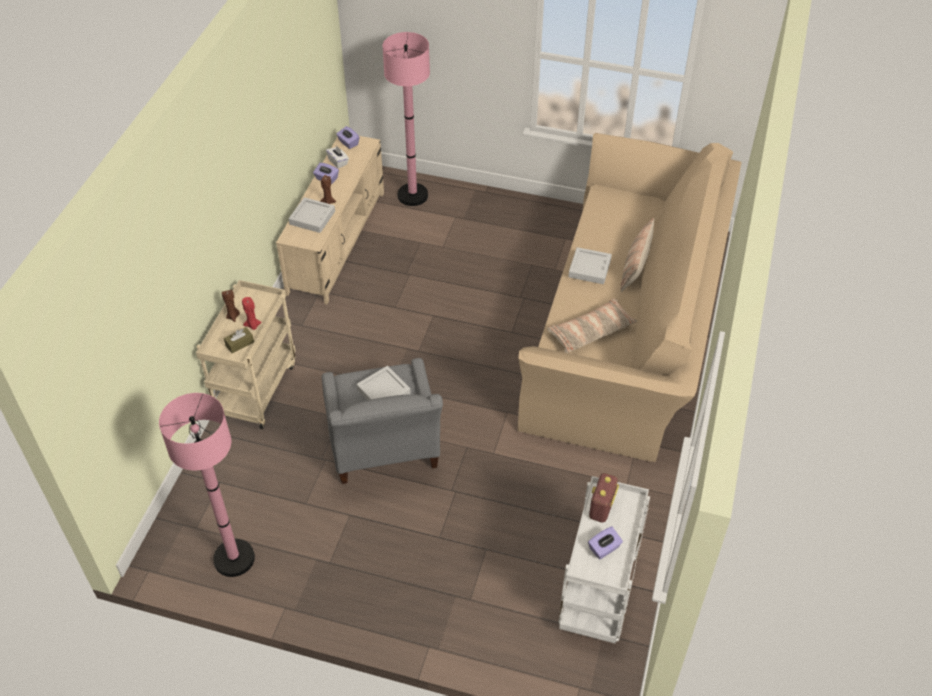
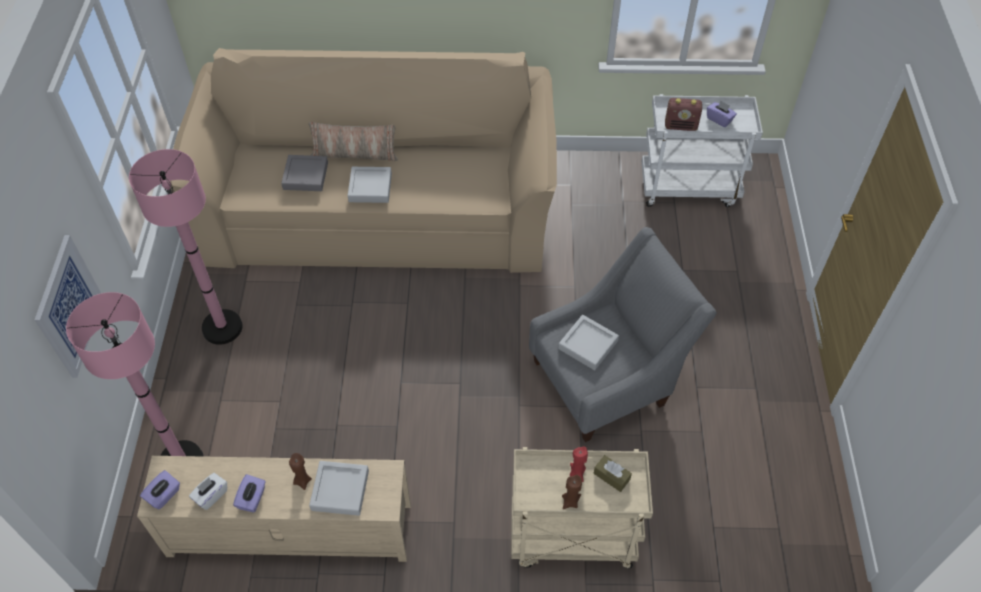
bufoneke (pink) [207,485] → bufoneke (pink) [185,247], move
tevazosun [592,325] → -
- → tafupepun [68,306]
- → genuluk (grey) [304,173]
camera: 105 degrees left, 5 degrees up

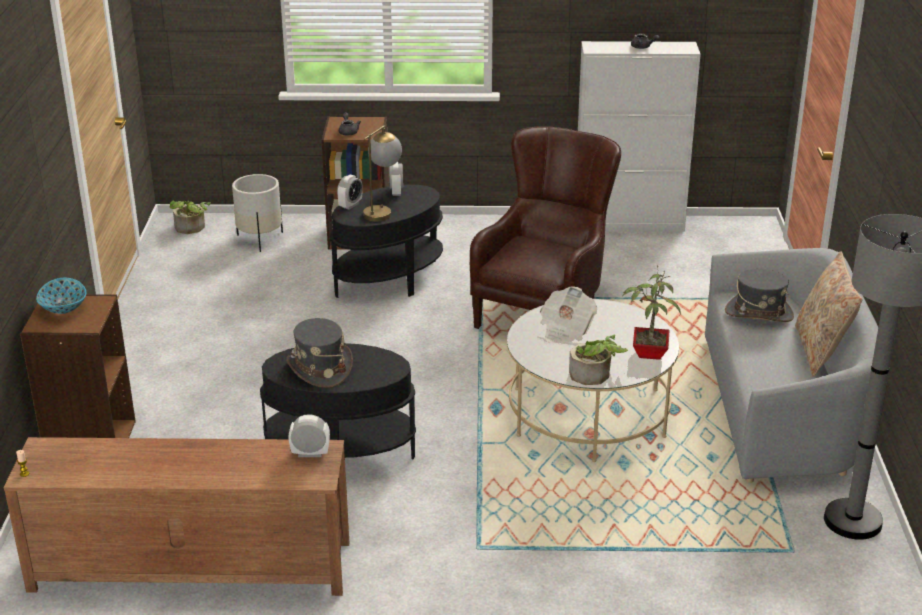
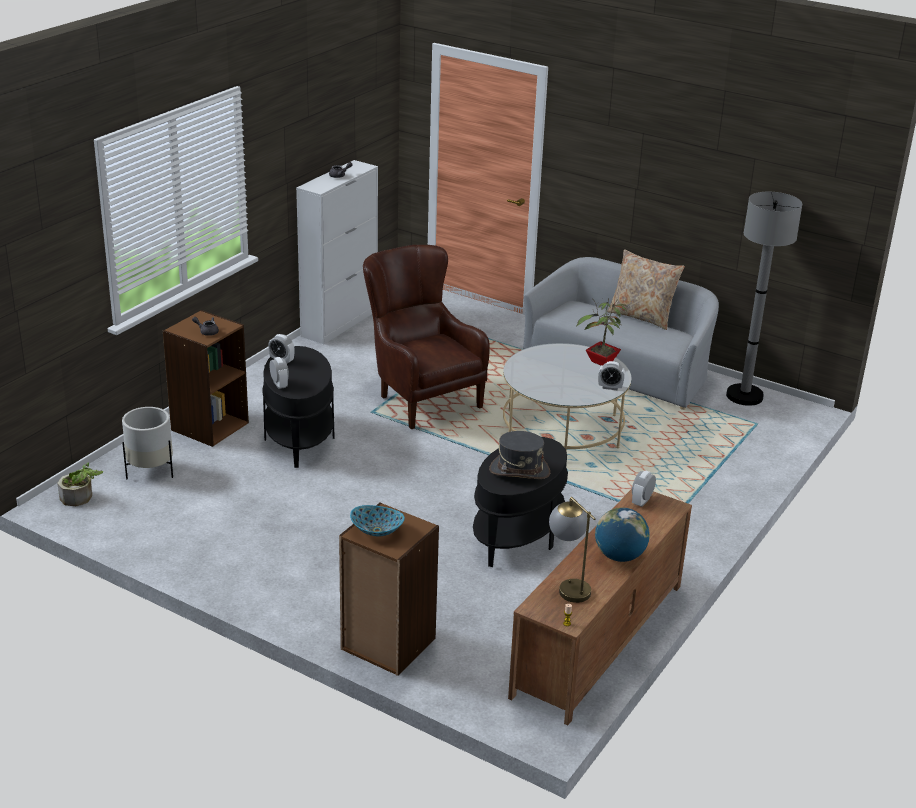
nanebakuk [382,173] → nanebakuk [572,550], move
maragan [568,314] → -
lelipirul [598,359] → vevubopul [611,376]
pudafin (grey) [759,295] → -
- → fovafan [622,534]
camera: 60 degrees left, 0 degrees up

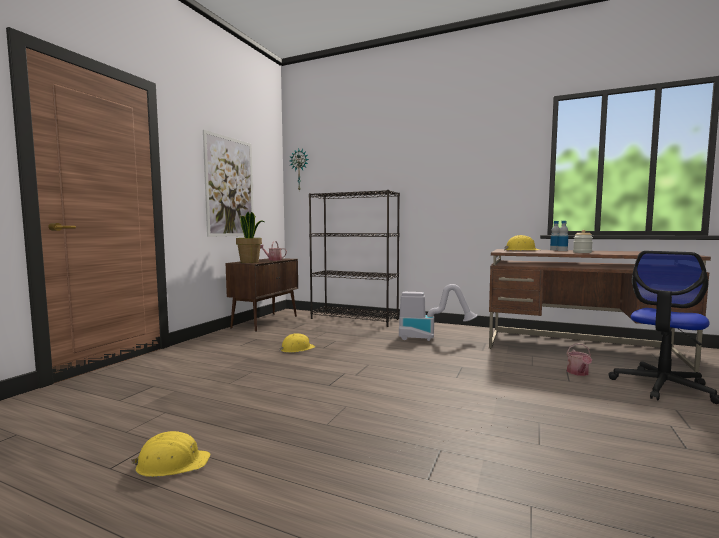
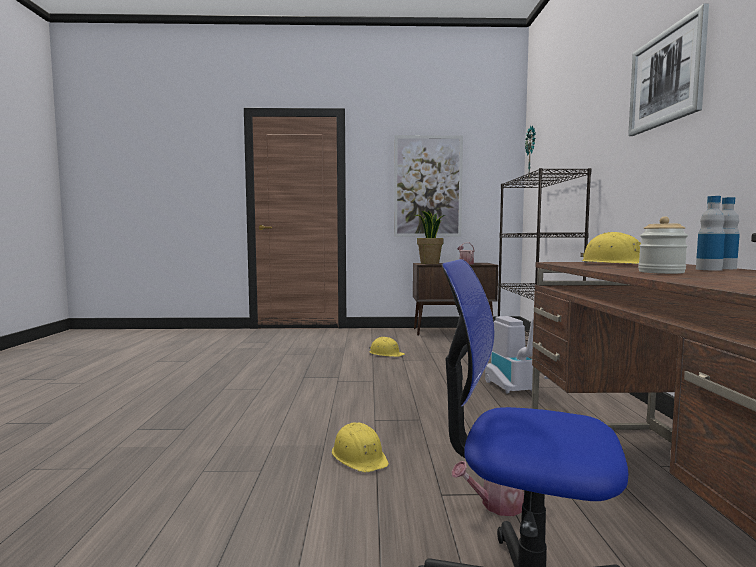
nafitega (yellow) [171,454] → nafitega (yellow) [360,447], move
- → tafupepun [668,70]
camera: 65 degrees right, 0 degrees up

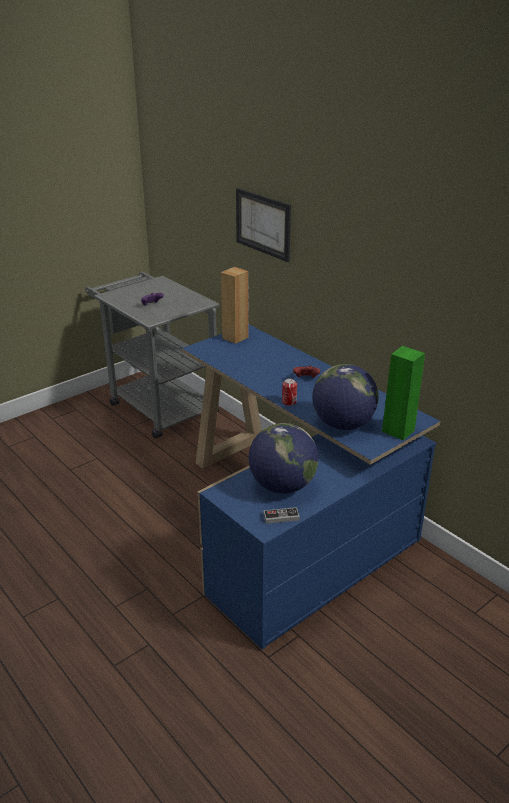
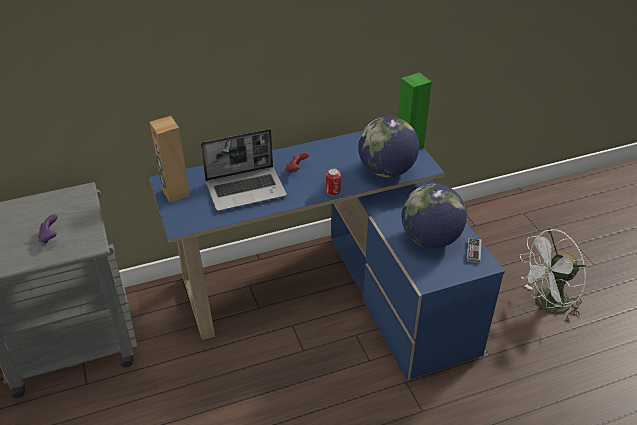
tafupepun [263,225] → -
- → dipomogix [243,170]
- → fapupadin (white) [553,276]
camera: 70 degrees left, 10 degrees up

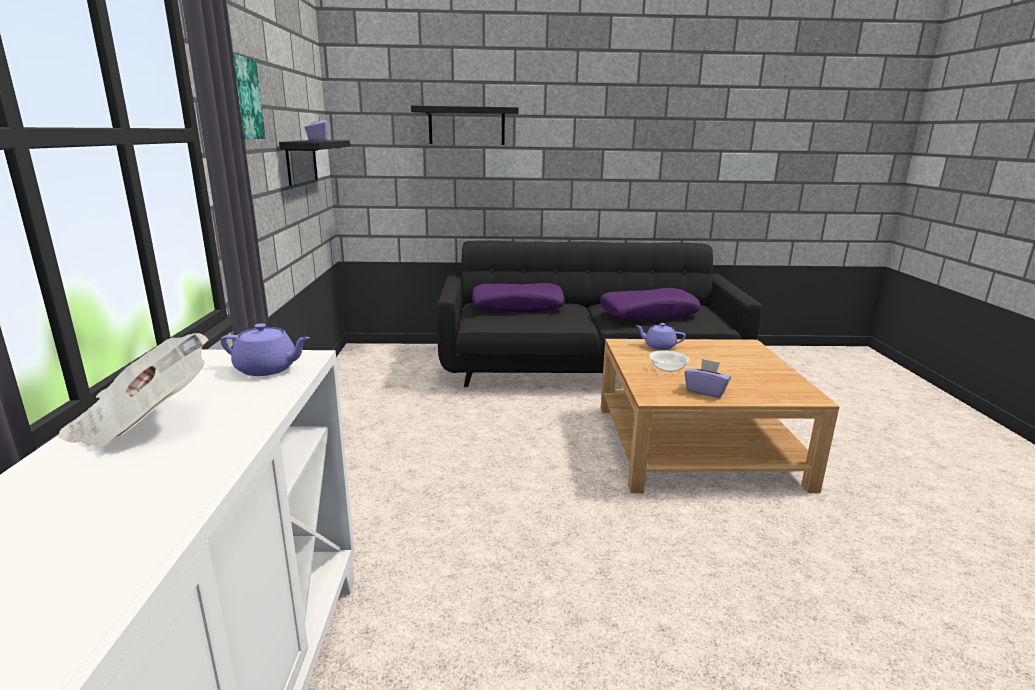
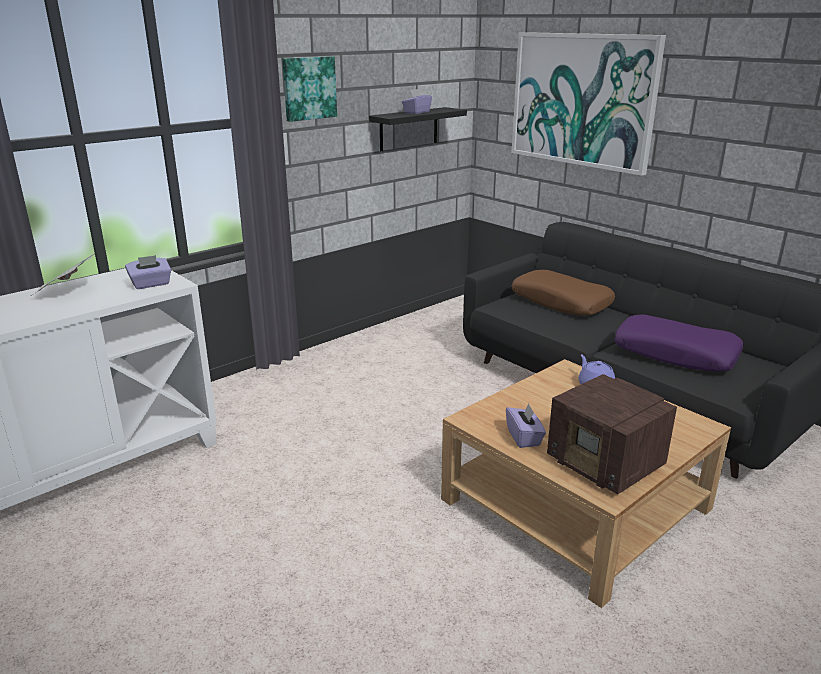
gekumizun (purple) [265,349] → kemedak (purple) [148,272]
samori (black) [465,125] → tafupepun [588,104]
tevazosun (purple) [518,297] → tevazosun (brown) [563,292]
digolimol [669,361] → -
- → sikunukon [612,434]
camera: 50 degrees right, 5 degrees up

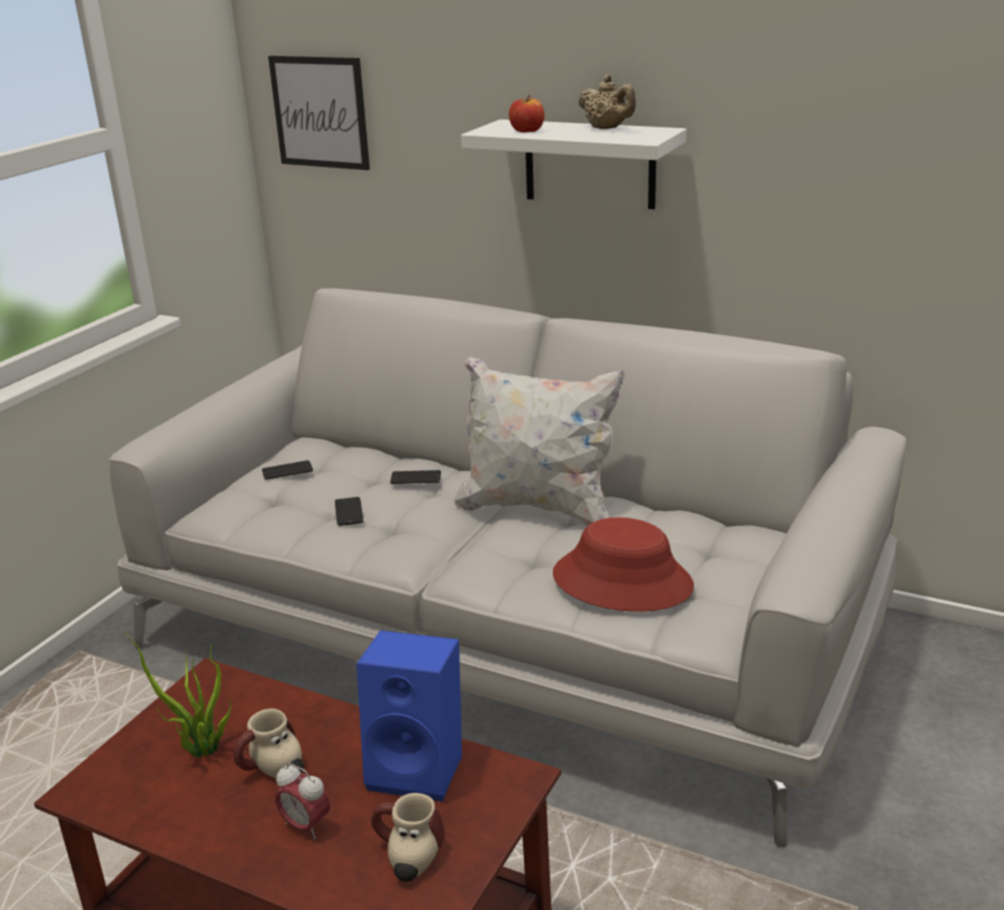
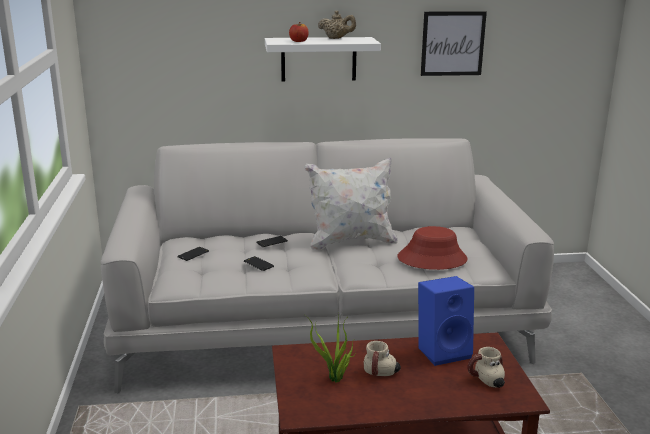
tafupepun [319,113] → tafupepun [454,43], move
vevubopul [302,801] → -
camera: 35 degrees left, 5 degrees down

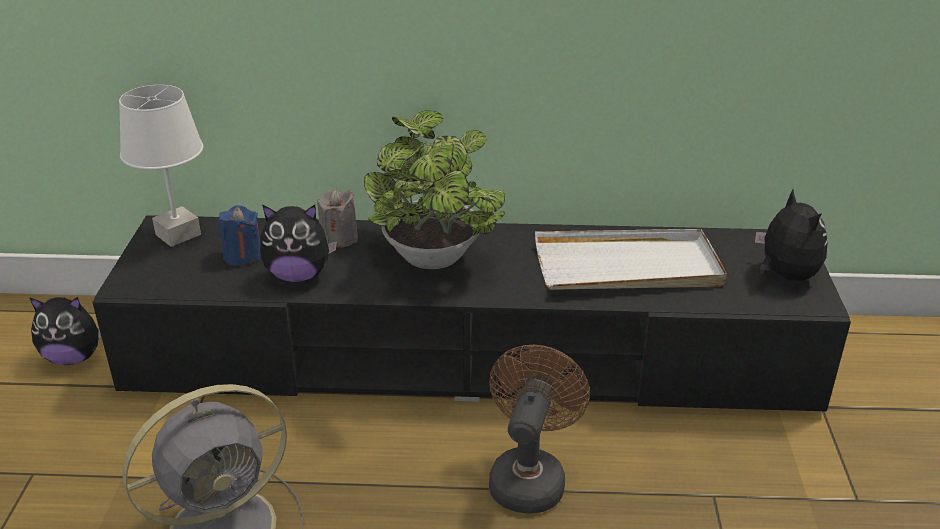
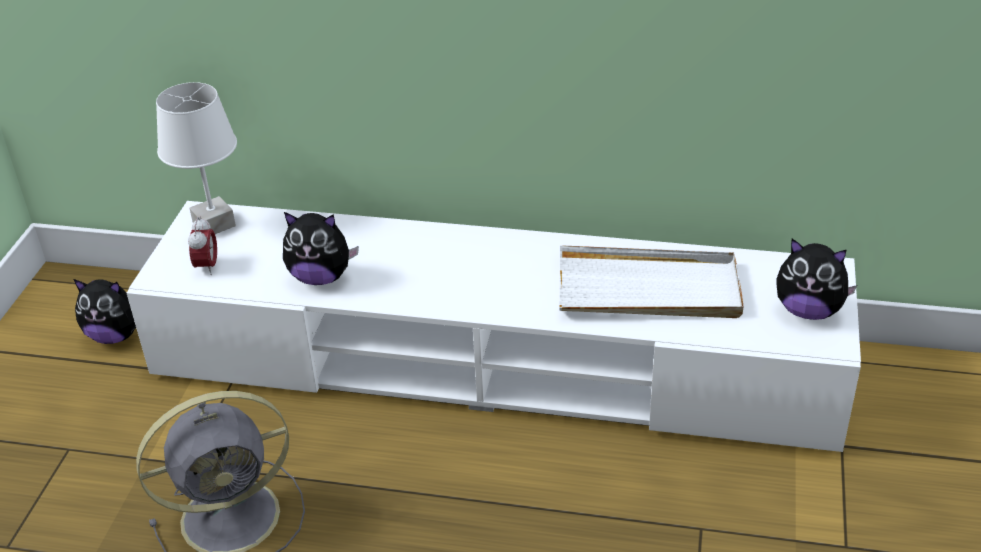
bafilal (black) [471,313] → bafilal (white) [494,326]
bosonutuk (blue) [239,235] → -
bosonutuk (grey) [337,218] → -
lelipirul [434,190] → -
fapupadin (brown) [539,429] → -
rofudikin [791,235] → rofudikin [816,279], 120 degrees clockwise
- → vevubopul [202,246]
camera: 10 degrees right, 5 degrees up

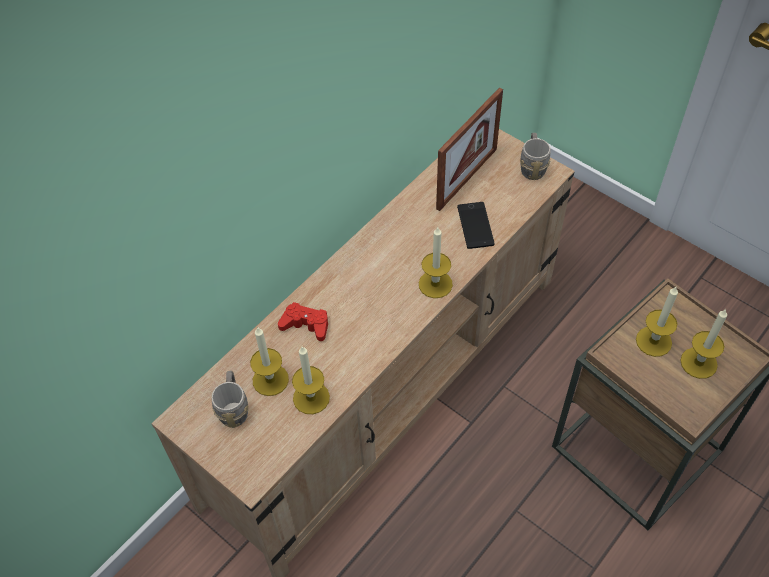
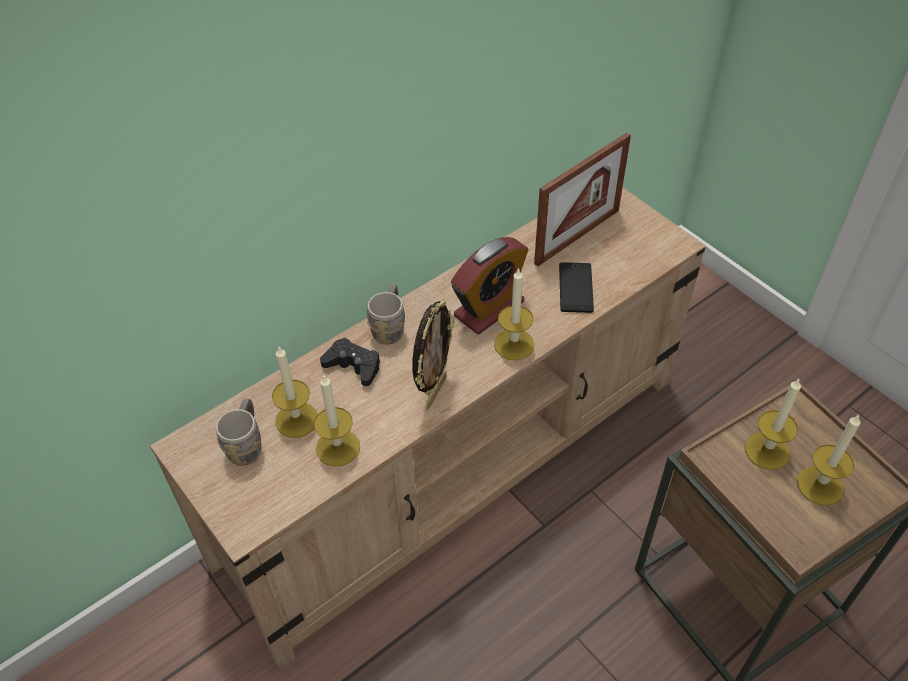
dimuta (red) [303,321] → dimuta (black) [350,362]
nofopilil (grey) [535,156] → nofopilil (grey) [385,315], move
- → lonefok [433,355]
- → vevubopul [489,285]
camera: 10 degrees right, 5 degrees down

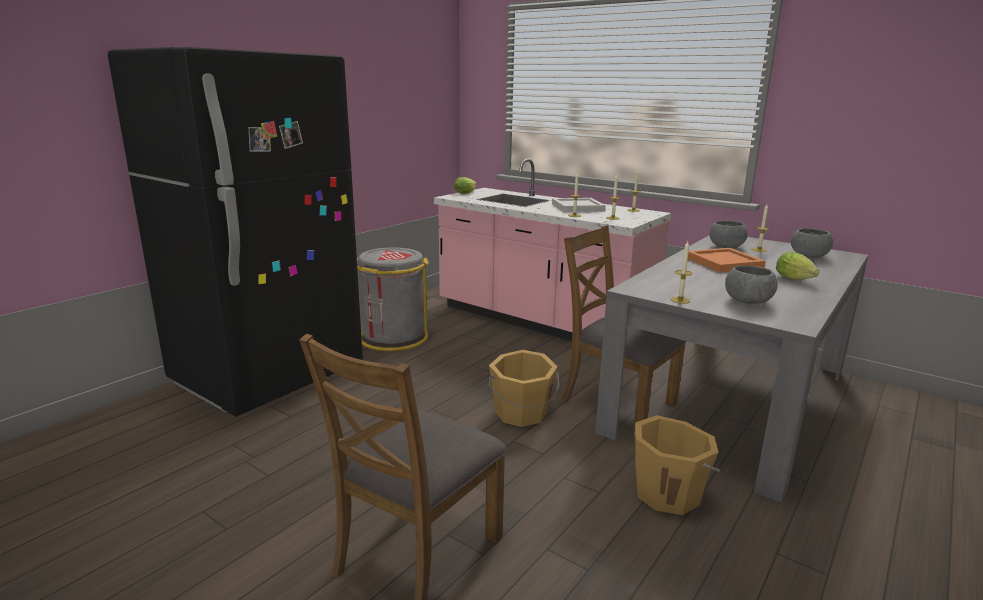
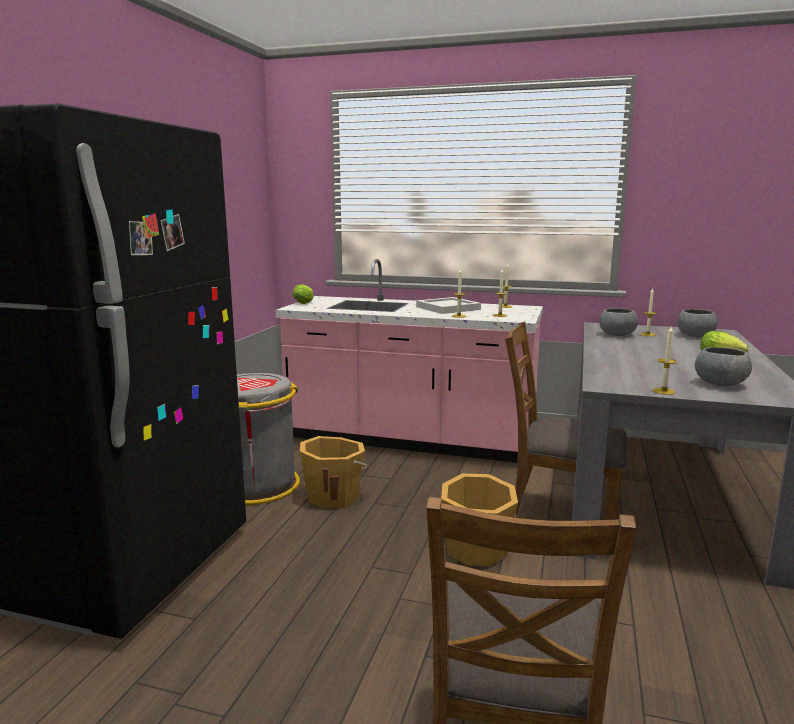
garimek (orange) [677,465] → garimek (orange) [334,472], move
genuluk (orange) [727,260] → -
camera: 20 degrees left, 5 degrees down

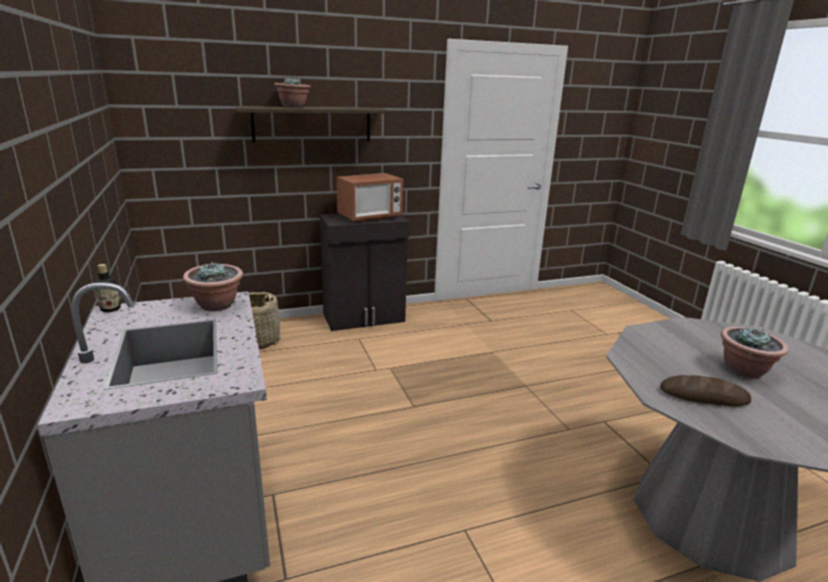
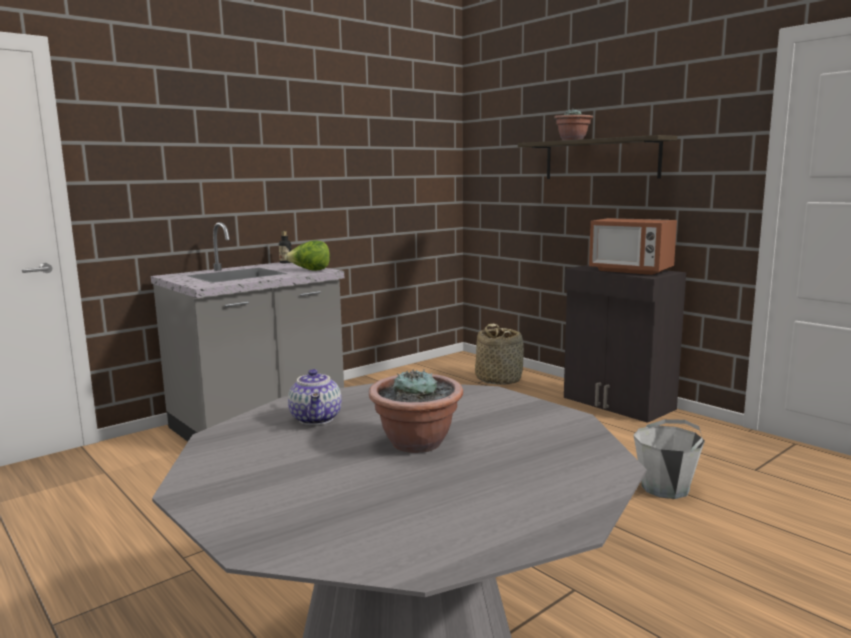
lelipirul [213,286] → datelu [307,256]
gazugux [705,391] → gekumizun [315,397]
- → garimek (grey) [669,459]
camera: 70 degrees right, 10 degrees down

